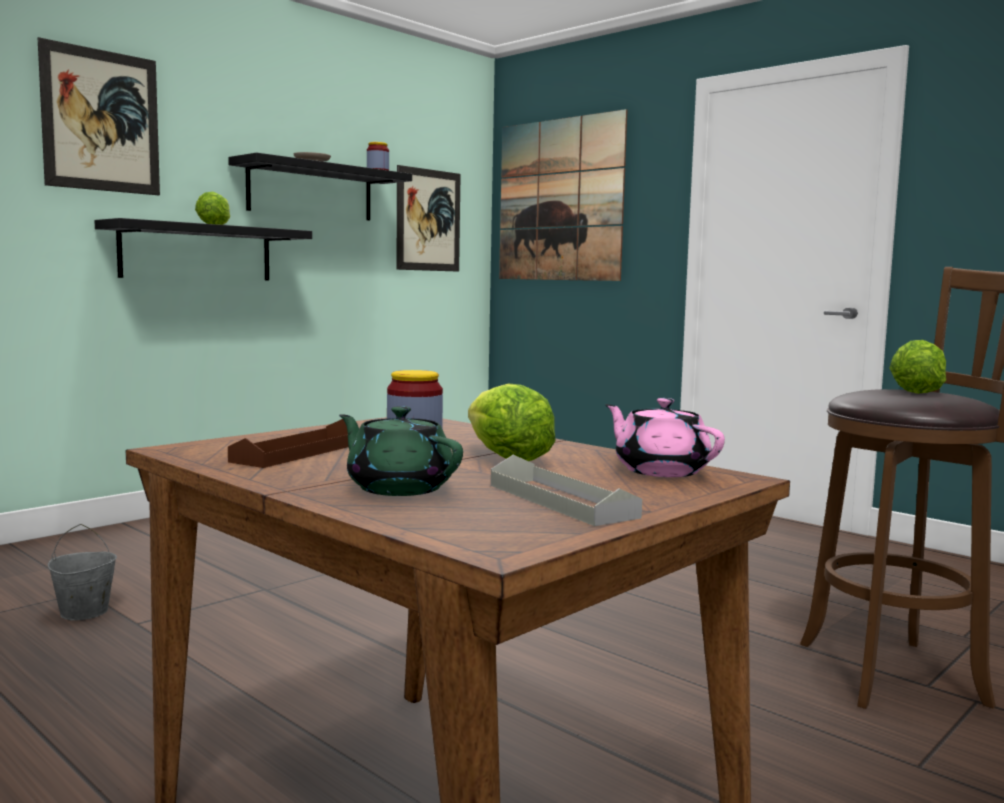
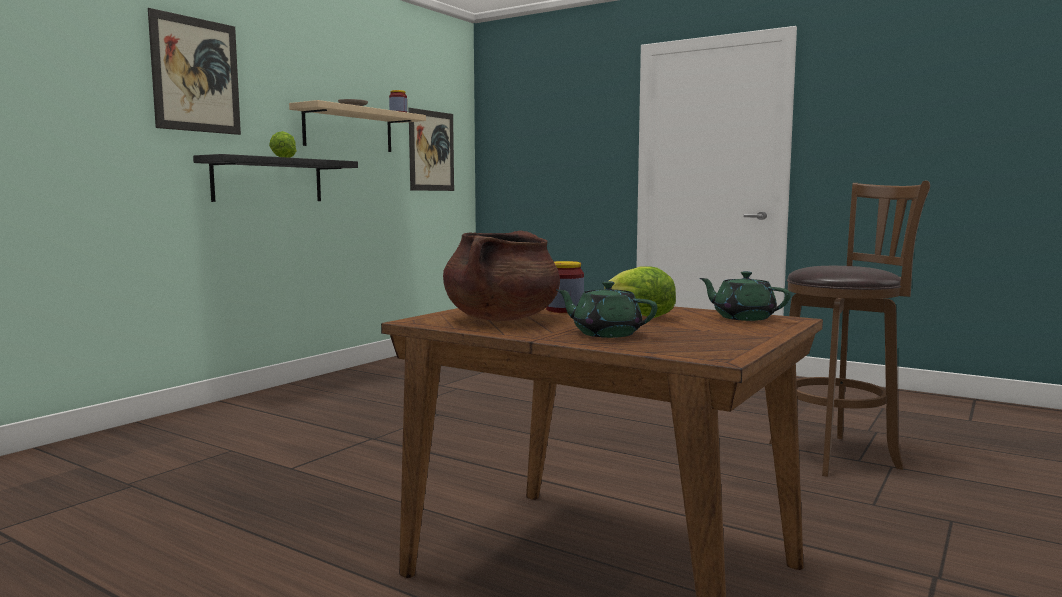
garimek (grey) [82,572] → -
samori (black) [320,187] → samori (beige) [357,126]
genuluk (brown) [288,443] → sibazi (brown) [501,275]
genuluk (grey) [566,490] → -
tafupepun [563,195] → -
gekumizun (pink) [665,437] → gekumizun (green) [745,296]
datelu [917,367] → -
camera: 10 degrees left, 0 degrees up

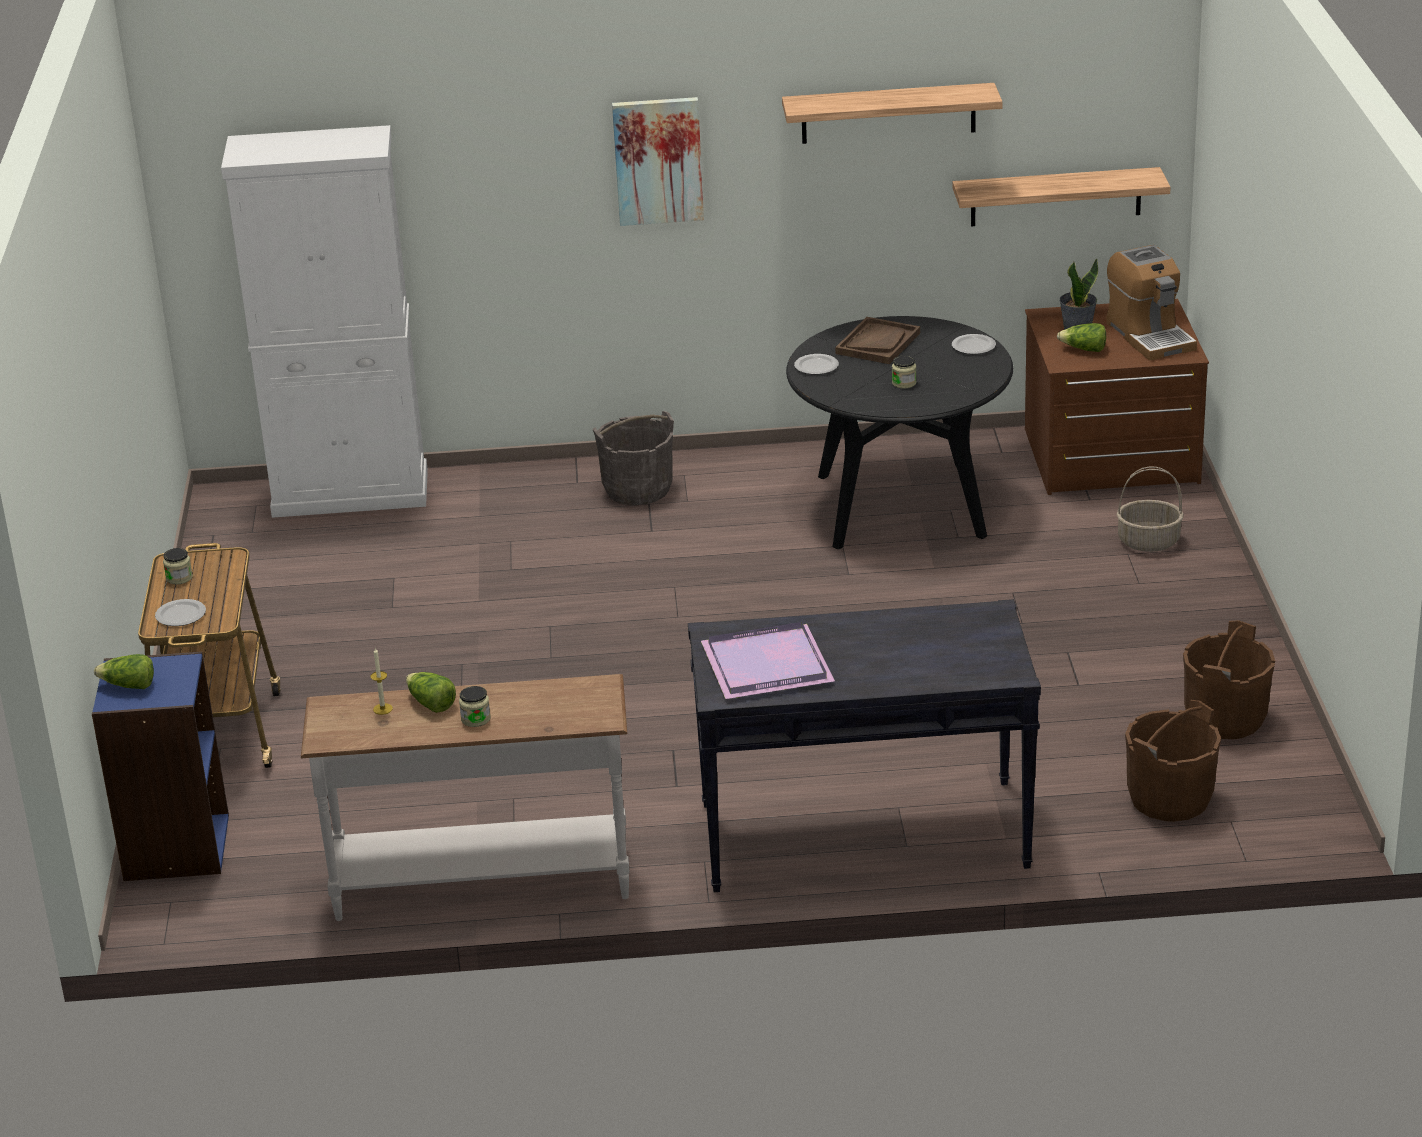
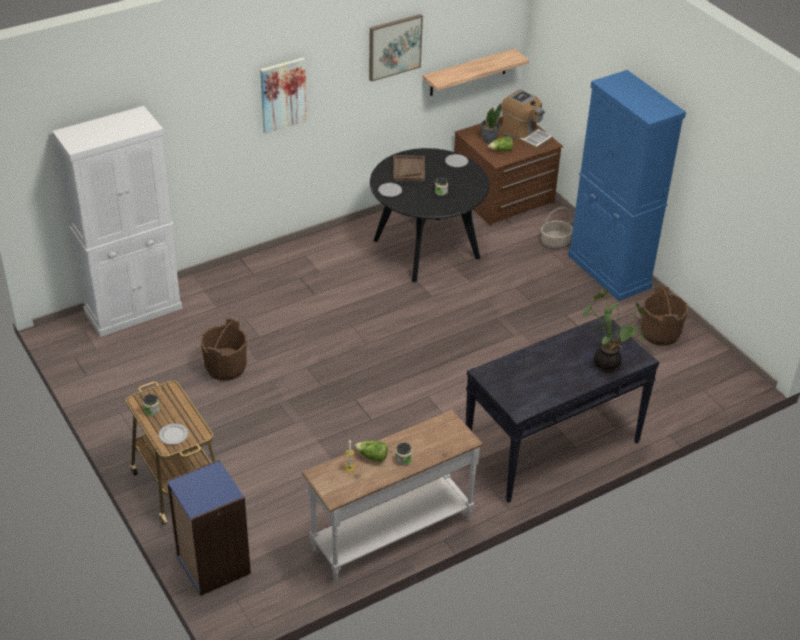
datelu [124,671] → -
garimek (grey) [633,458] → -
genuluk (purple) [768,660] → -
samori [892,113] → tafupepun [396,48]
garimek (brown) [1173,761] → garimek (brown) [224,350], move
- → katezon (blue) [627,185]
- → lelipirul [613,331]
camera: 30 degrees left, 10 degrees up

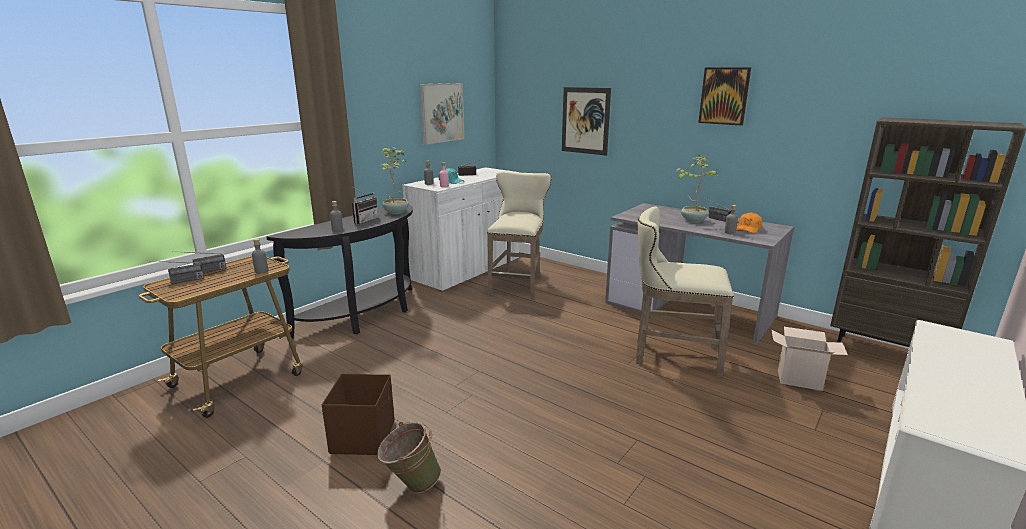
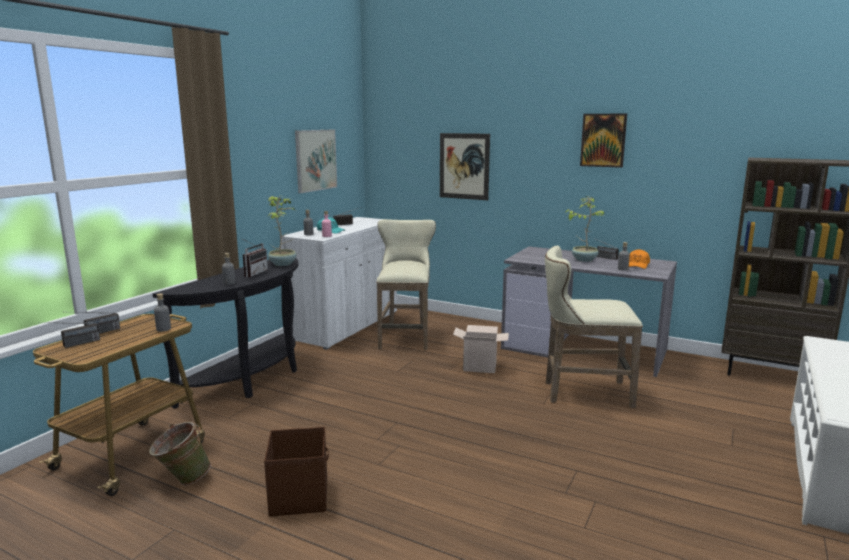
garimek (green) [409,457] → garimek (green) [180,453], move
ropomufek [809,359] → ropomufek [481,349], move
camera: 10 degrees left, 5 degrees down

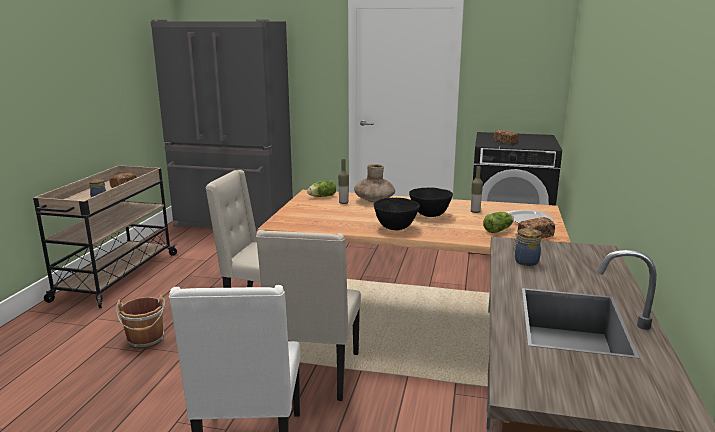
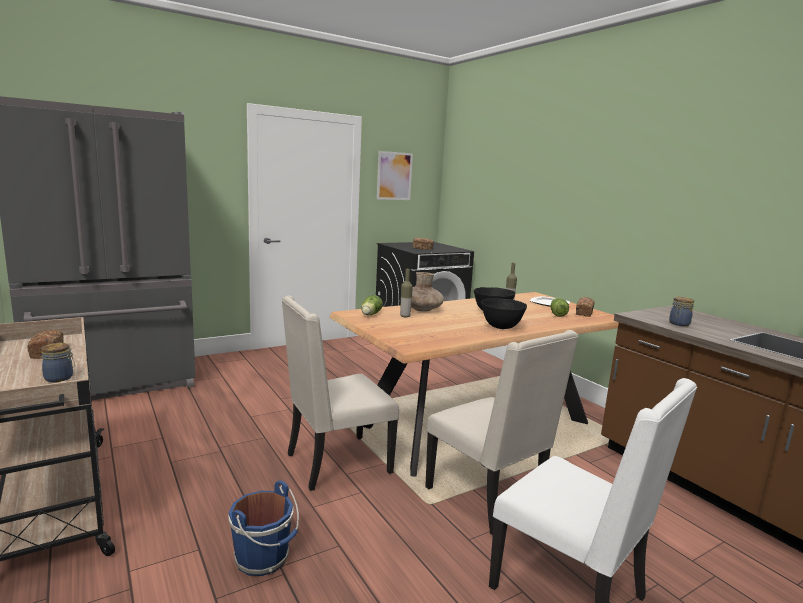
garimek (brown) [140,321] → garimek (blue) [263,528]
- → tafupepun [395,175]
camera: 45 degrees left, 5 degrees down

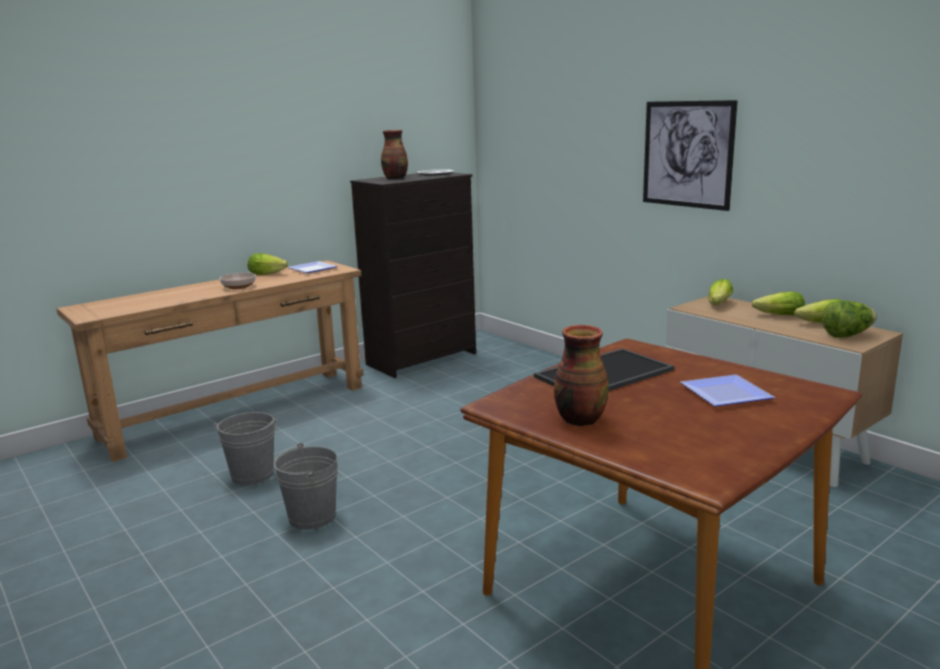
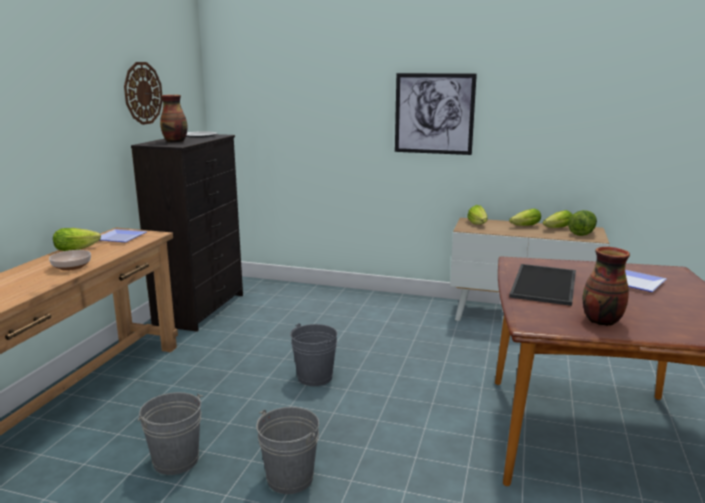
- → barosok [143,93]
- → garimek (grey) [313,354]
camera: 35 degrees left, 0 degrees up

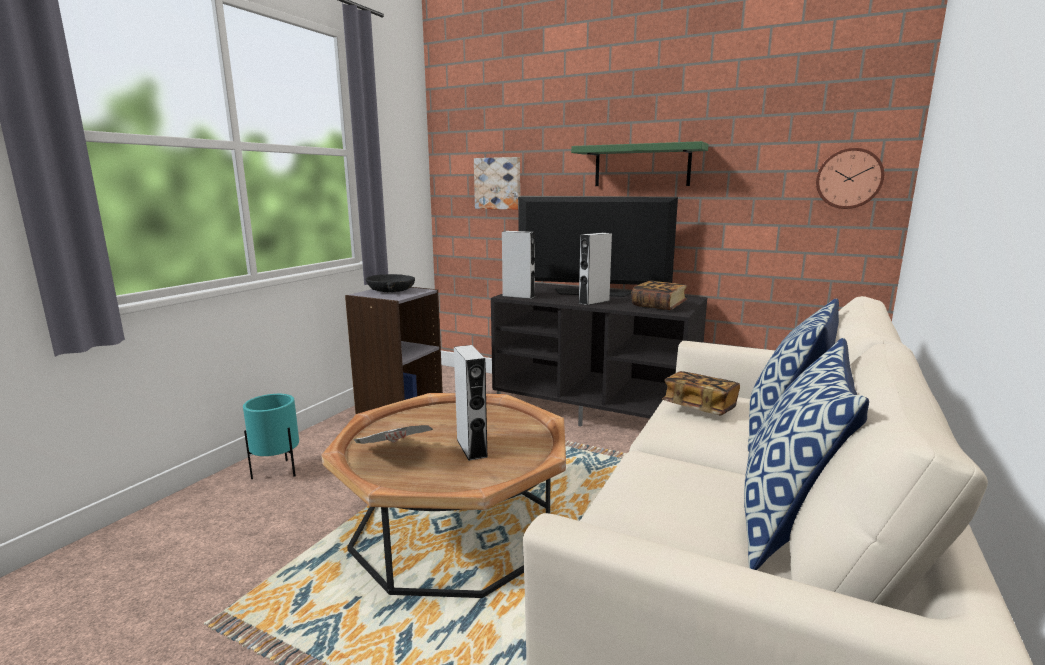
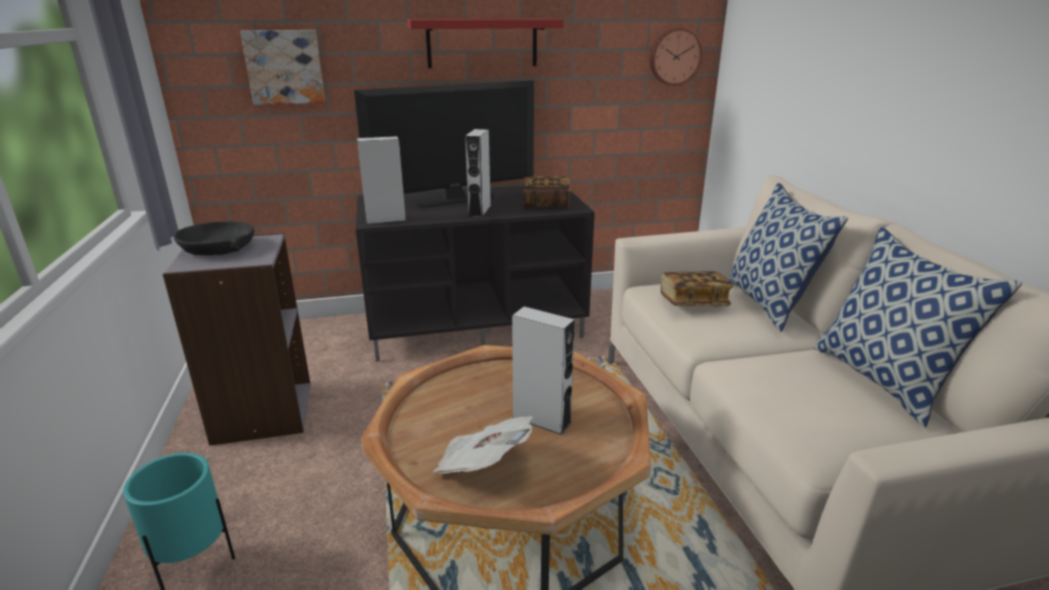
samori (green) [639,163] → samori (red) [486,43]
camera: 40 degrees left, 10 degrees up

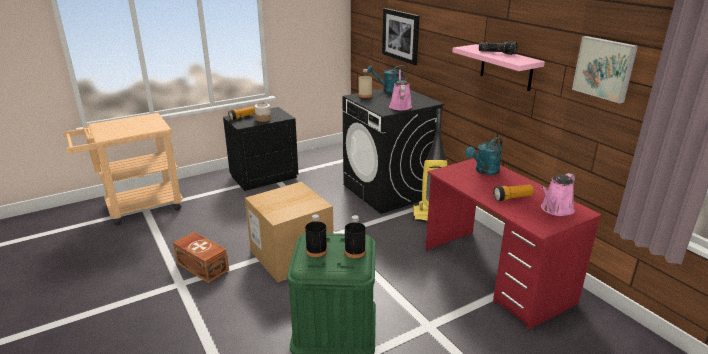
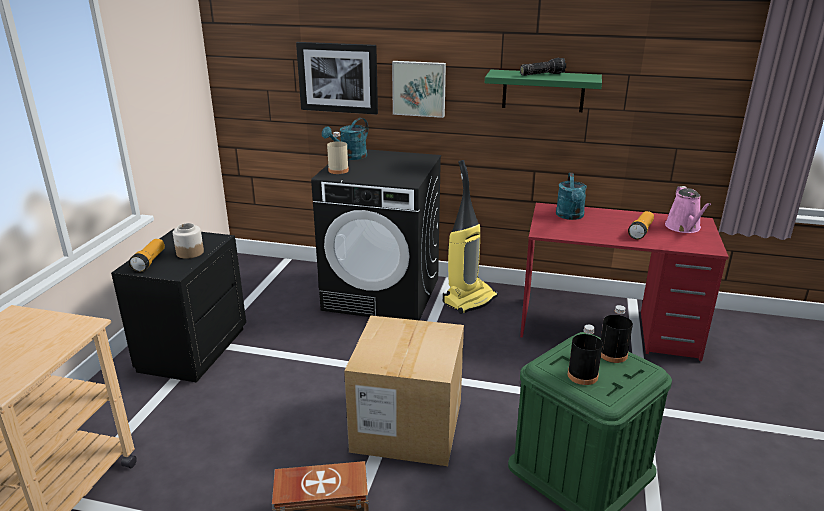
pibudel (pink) [400,89] → -
samori (pink) [498,67] → samori (green) [543,91]
tafupepun [605,70] → tafupepun [419,89], move
camera: 45 degrees left, 0 degrees up

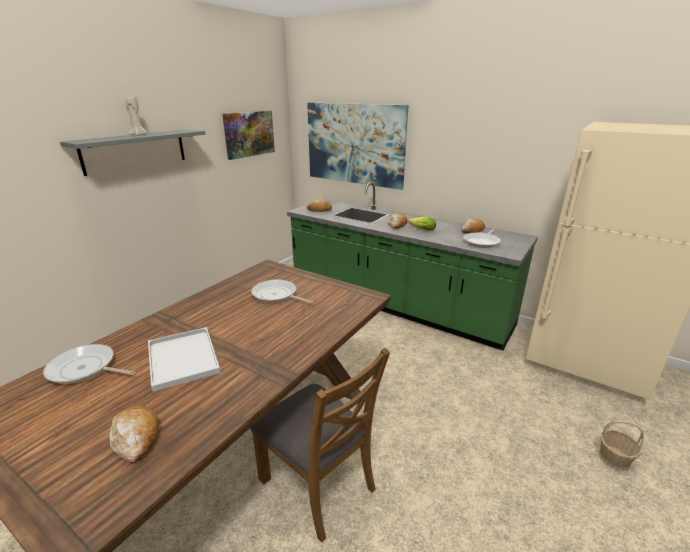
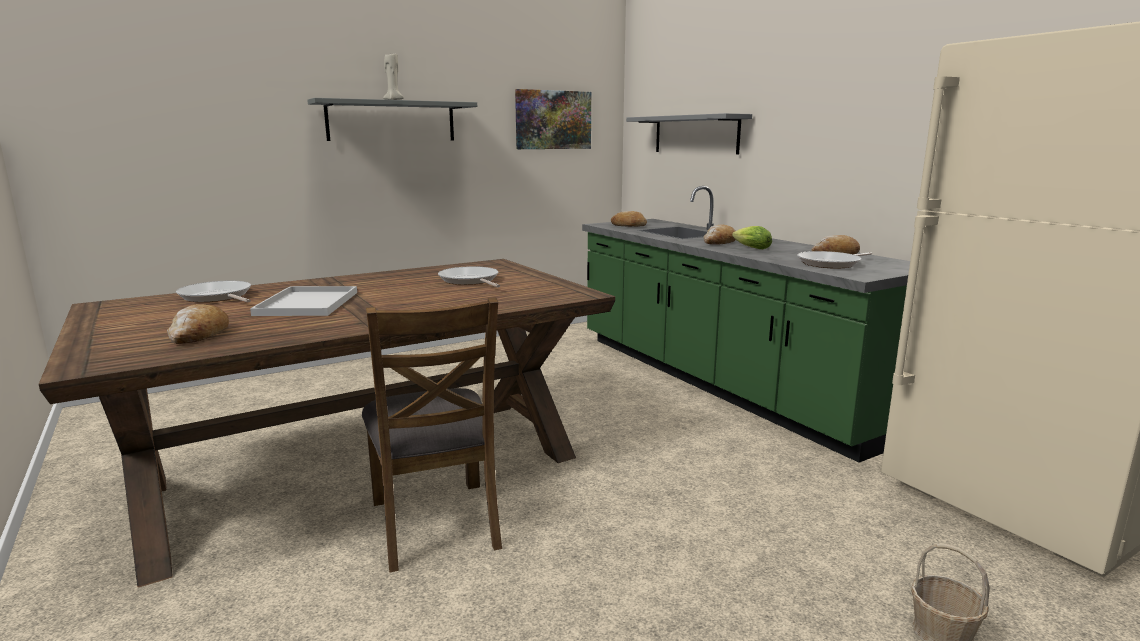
tafupepun [358,146] → samori (grey) [689,133]
camera: 25 degrees right, 10 degrees down

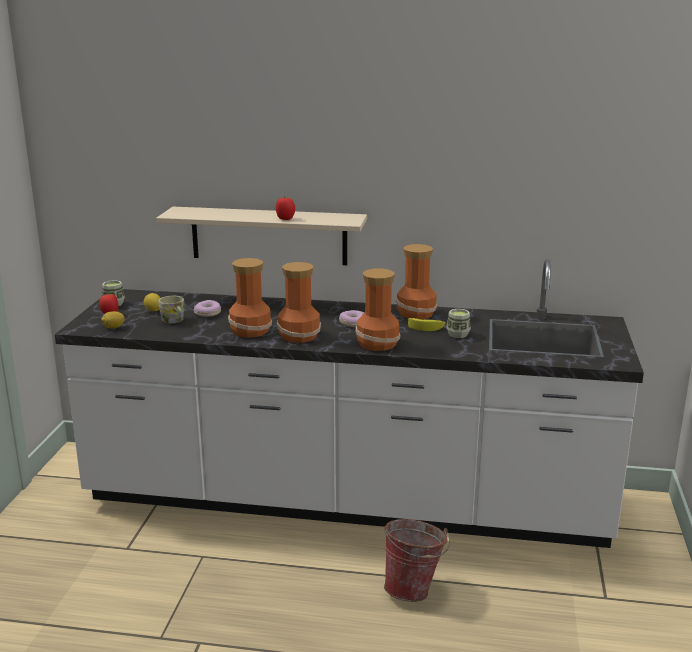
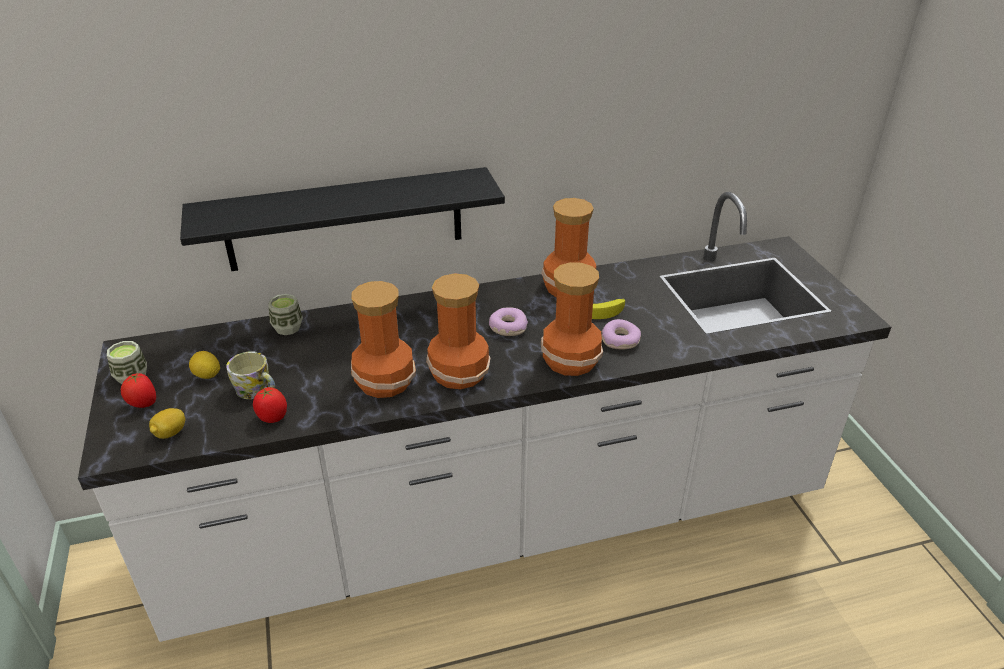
samori (beige) [261,236] → samori (black) [342,219]
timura [207,308] → timura [621,334], move
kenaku [285,208] → kenaku [270,405], move
garimek [417,560] → -
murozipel [458,323] → murozipel [285,314], move
camera: 25 degrees left, 15 degrees up

